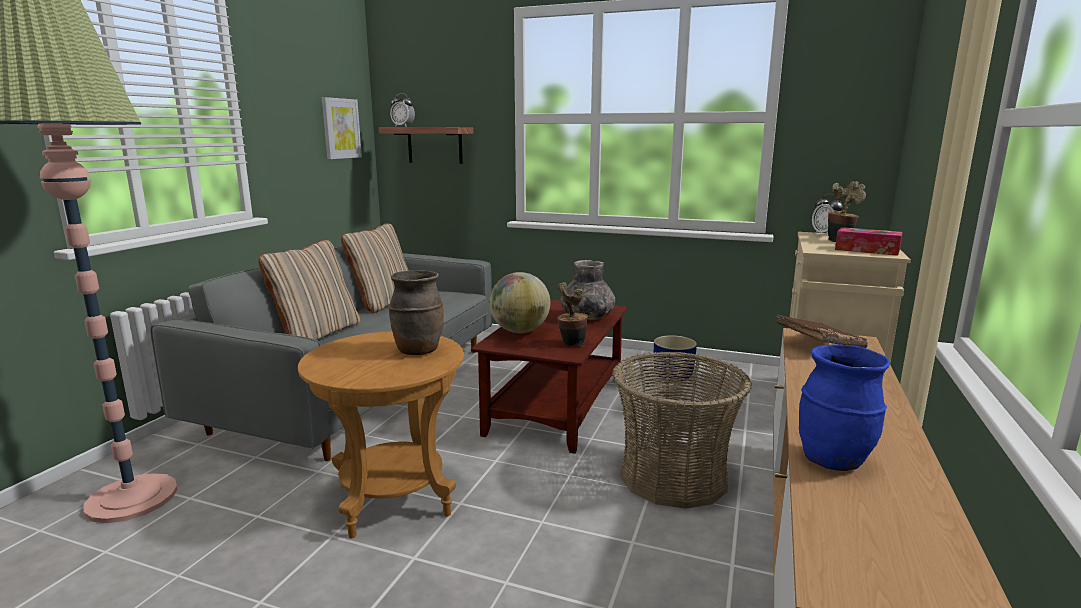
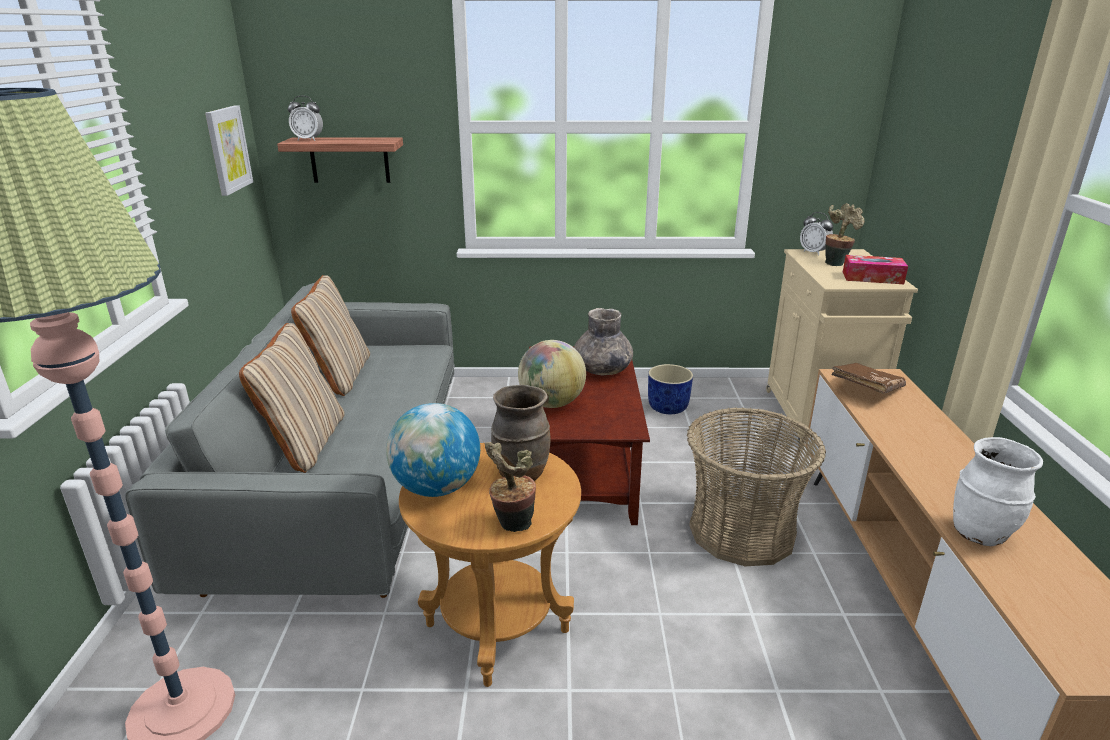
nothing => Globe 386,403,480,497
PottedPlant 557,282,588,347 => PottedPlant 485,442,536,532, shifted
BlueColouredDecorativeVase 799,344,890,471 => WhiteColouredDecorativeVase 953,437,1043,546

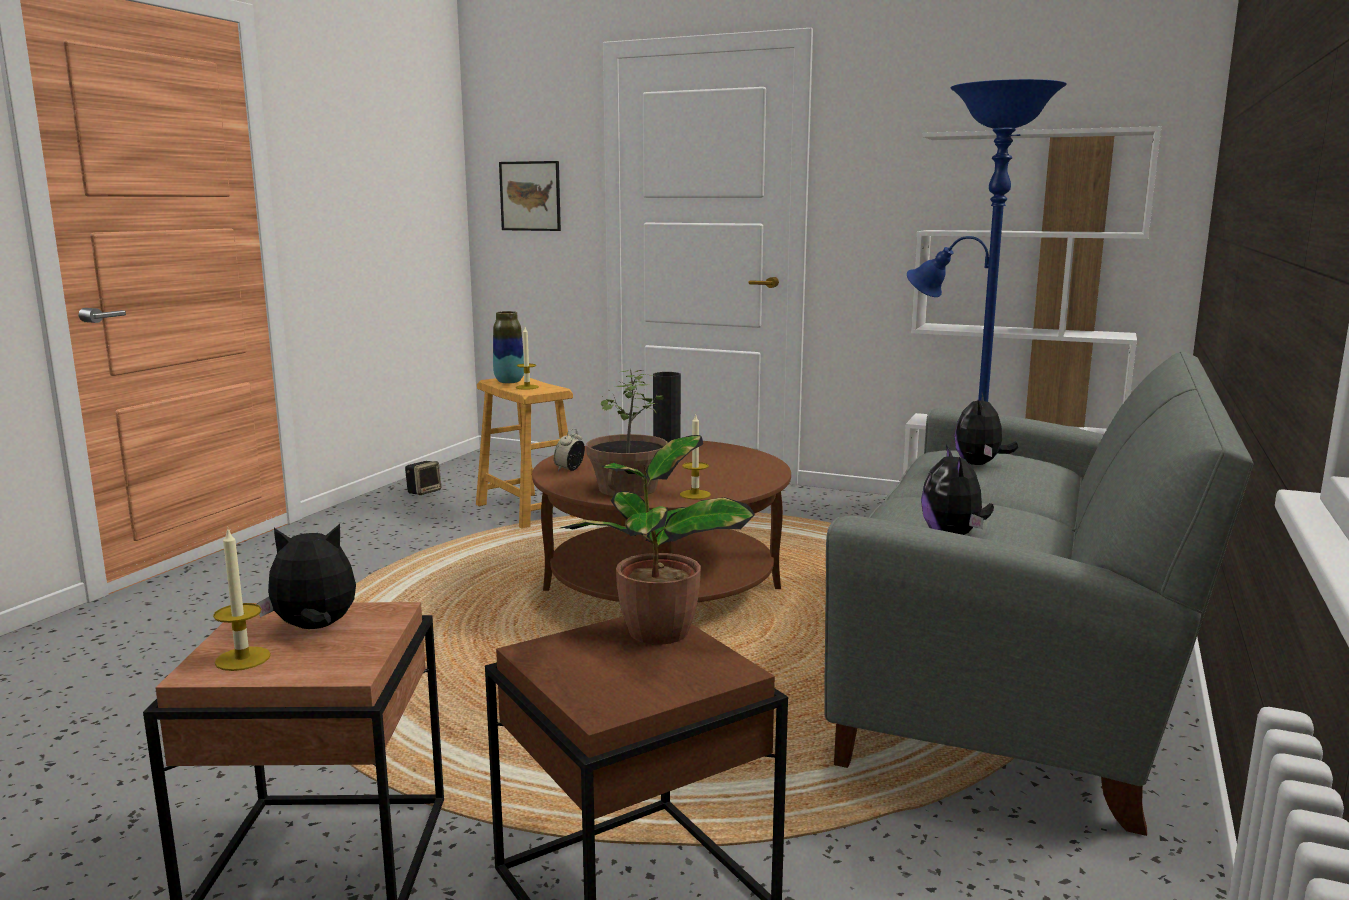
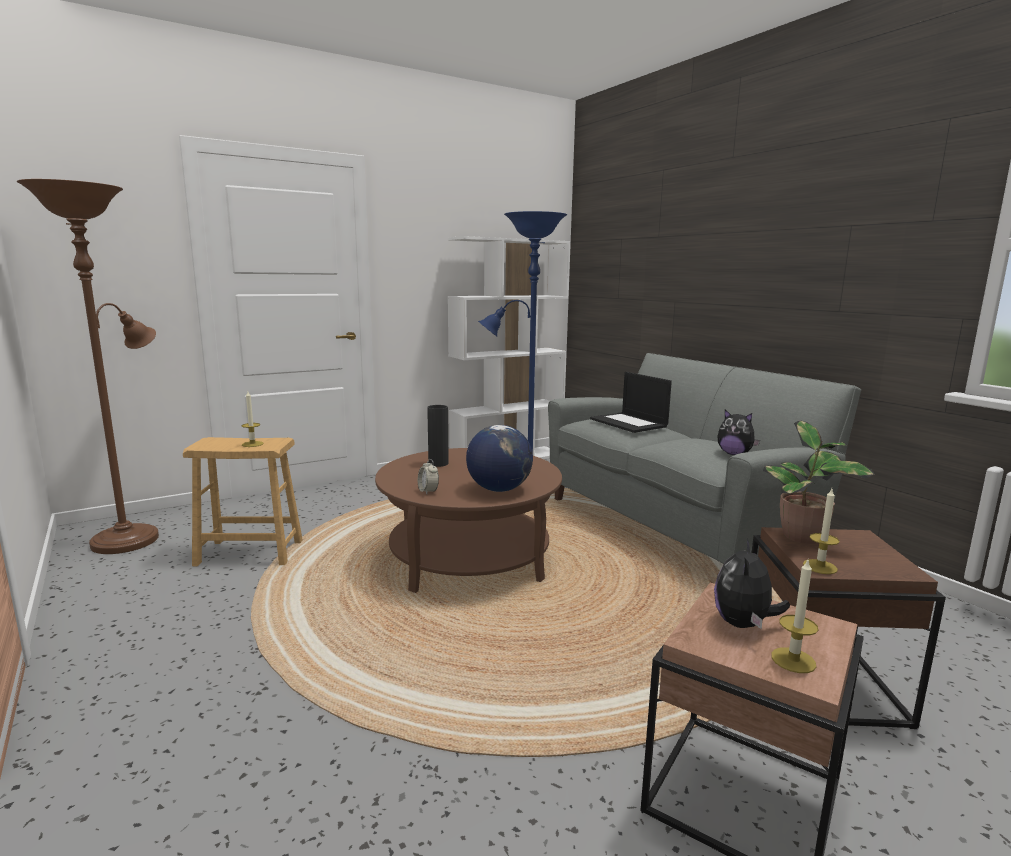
nothing => BrownFloorLamp 17,179,159,554
PottedPlant 587,369,668,496 => Globe 466,425,533,492
PlushToy 955,393,1018,465 => PortableComputer 590,372,672,433
WaxLight 680,415,711,499 => WaxLight 803,489,839,574, shifted
Speaker 405,461,441,495 => nothing
DecorativeVase 493,311,524,383 => nothing
Picture 499,161,561,231 => nothing

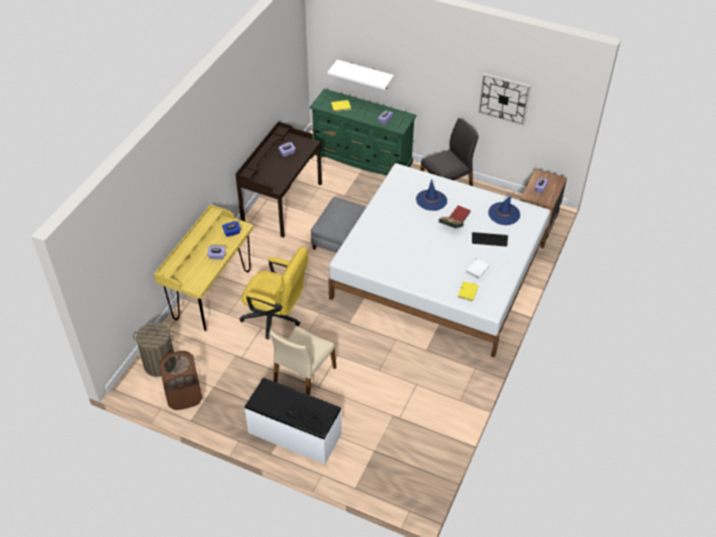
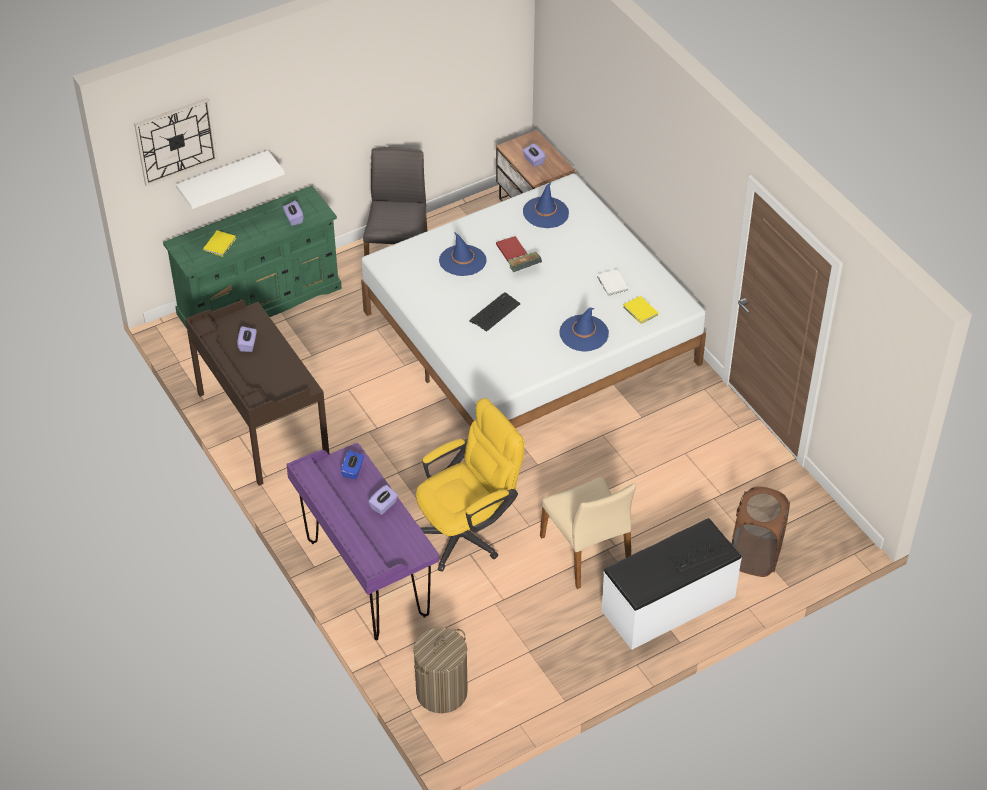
HangingClock 477,73,531,127 => HangingClock 134,98,218,187, shifted
YellowColouredDeskTable 154,204,253,331 => PurpleColouredDeskTable 286,443,439,640
Keyboard 472,232,508,247 => Keyboard 470,292,521,332, shifted
nothing => BlueColouredClothingHat 559,308,609,351
BrownHamper 159,351,202,410 => BrownHamper 732,486,790,577, shifted
GreyishOttoman 311,197,366,253 => nothing

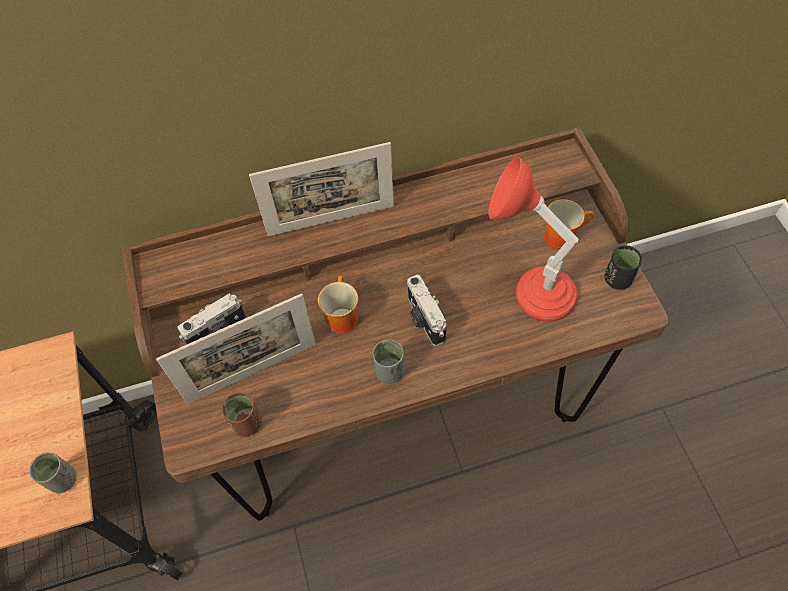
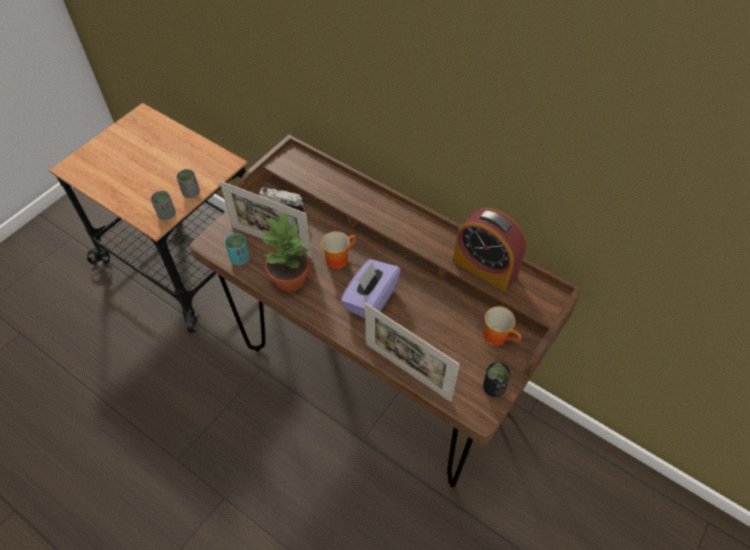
GreyishSmallCup 372,339,405,384 => GreyishSmallCup 176,169,200,198, shifted
BrownSmallCup 222,392,262,437 => TurquoiseColouredSmallCup 225,233,250,266
nothing => PottedPlant 262,211,310,292
StillCamera 407,275,447,346 => PurpleColouredTissueHolder 341,259,401,318
PhotoFrame 249,142,394,236 => PhotoFrame 365,303,460,402, shifted
nothing => TableClock 453,208,526,292
RedLampForATable 488,157,579,322 => nothing

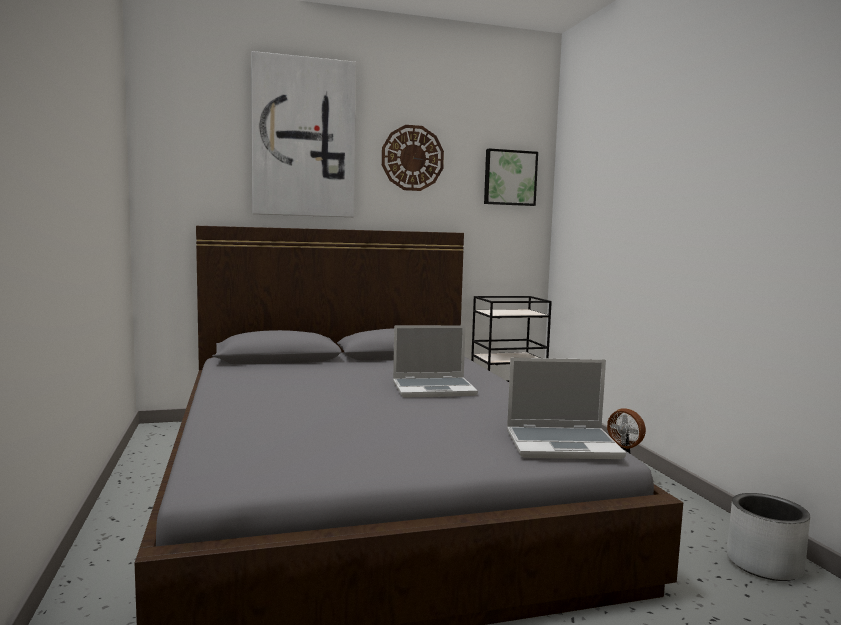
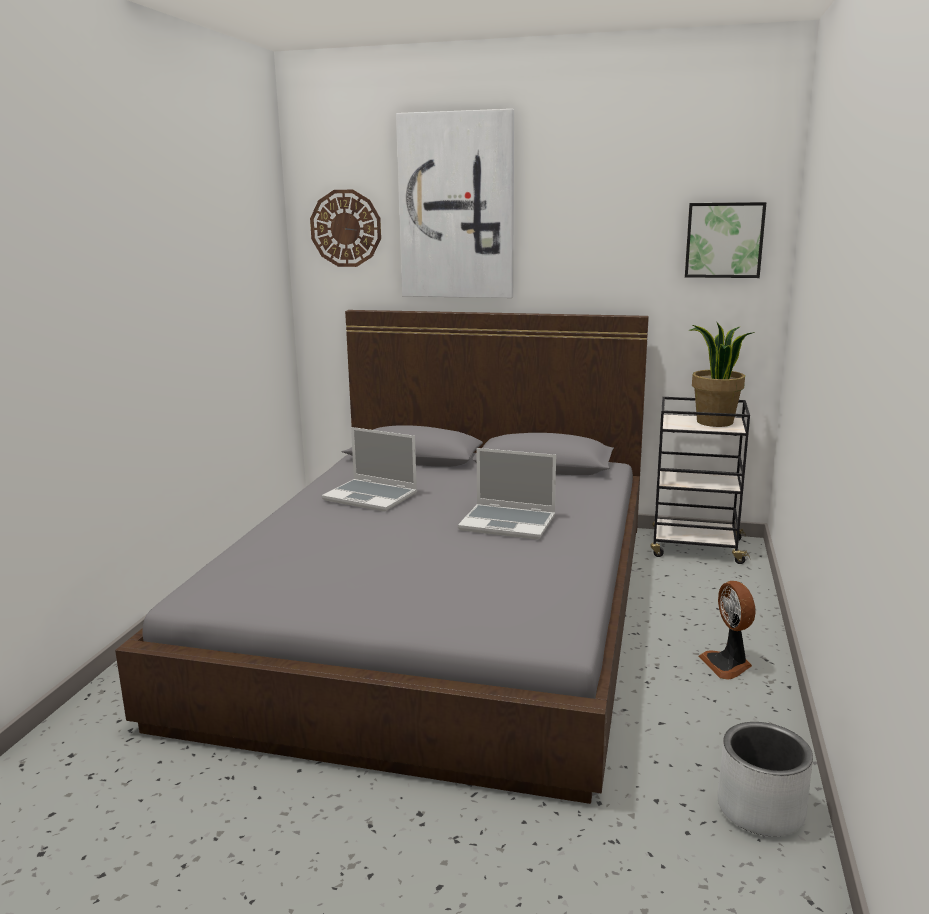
HangingClock 382,125,444,191 => HangingClock 310,190,381,267, shifted
PortableComputer 507,358,626,459 => PortableComputer 322,427,417,512, shifted
nothing => PottedPlant 689,321,755,427

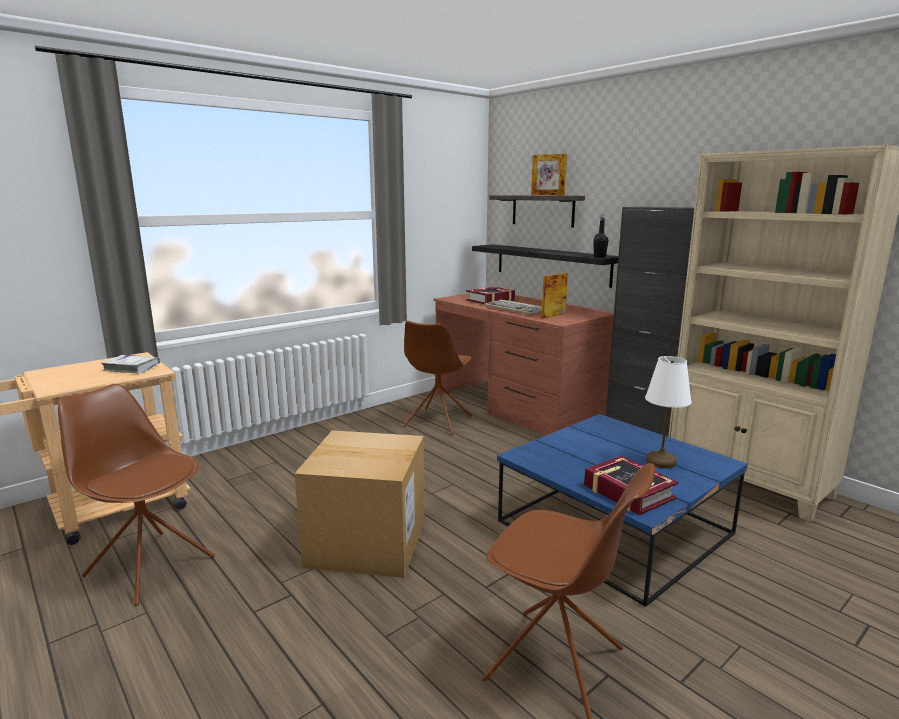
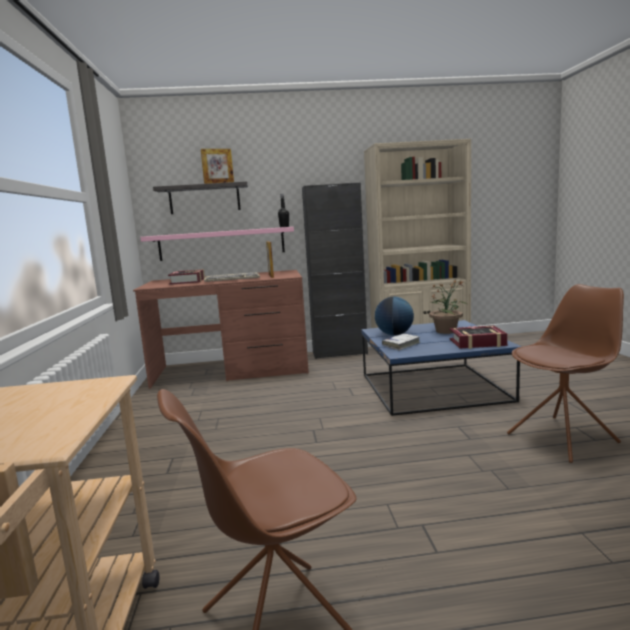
BlackishWallShelf 472,244,618,288 => PinkColouredWallShelf 140,227,294,261
nothing => Globe 375,297,414,335
WhiteColouredVolume 101,355,160,374 => WhiteColouredVolume 382,334,420,350, shifted
WhiteColouredLampForATable 645,356,692,469 => PottedPlant 429,280,468,334
CardboardBox 294,430,425,578 => nothing
BrownUprightChair 403,321,472,435 => nothing

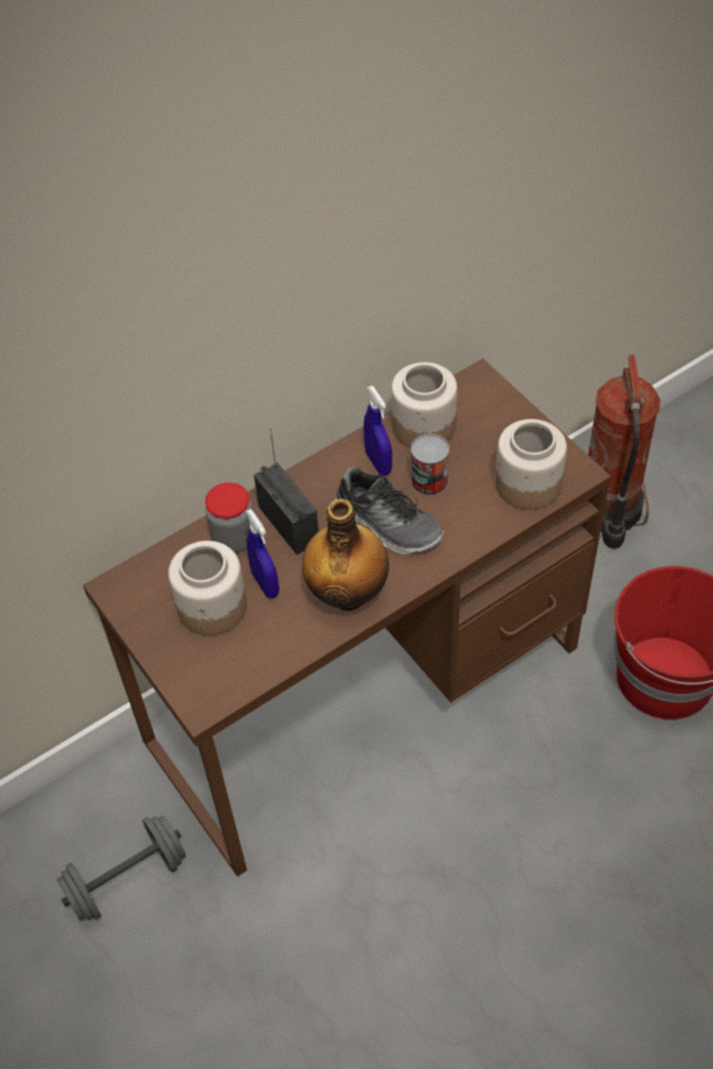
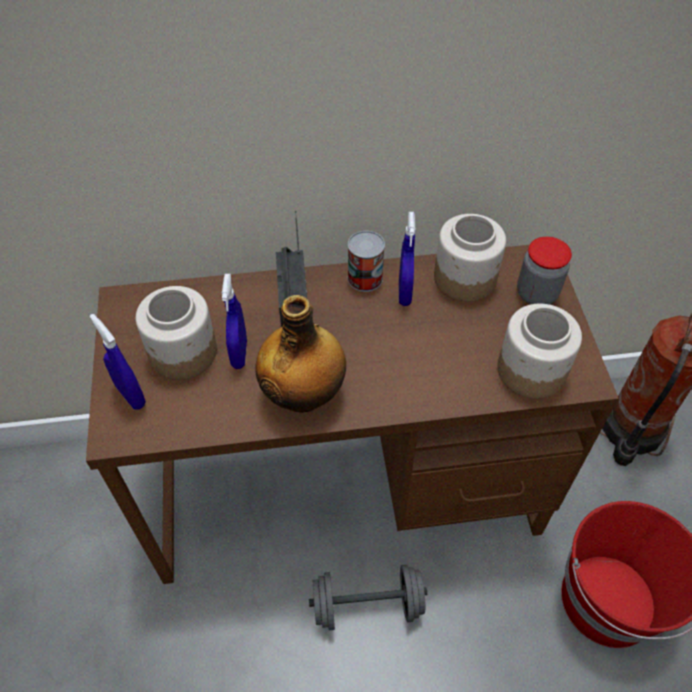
nothing => BlueColouredSprayBottle 90,314,146,409
GreyishHandWeight 57,816,186,921 => GreyishHandWeight 309,565,427,630, shifted
SealedCan 411,434,449,496 => SealedCan 348,231,385,292, shifted
StorageJar 205,483,253,553 => StorageJar 517,236,572,305, shifted
ItemOfFootwear 334,466,444,554 => nothing

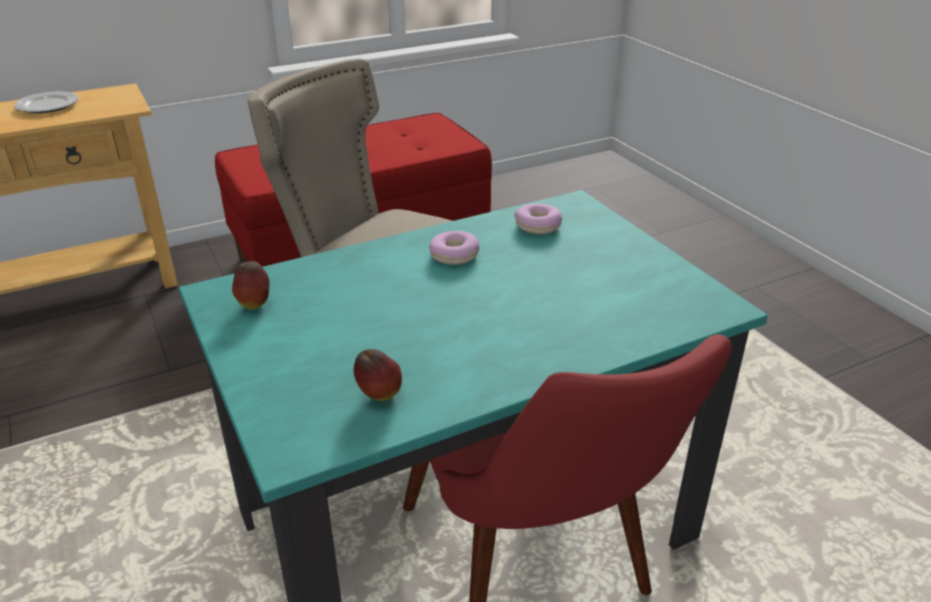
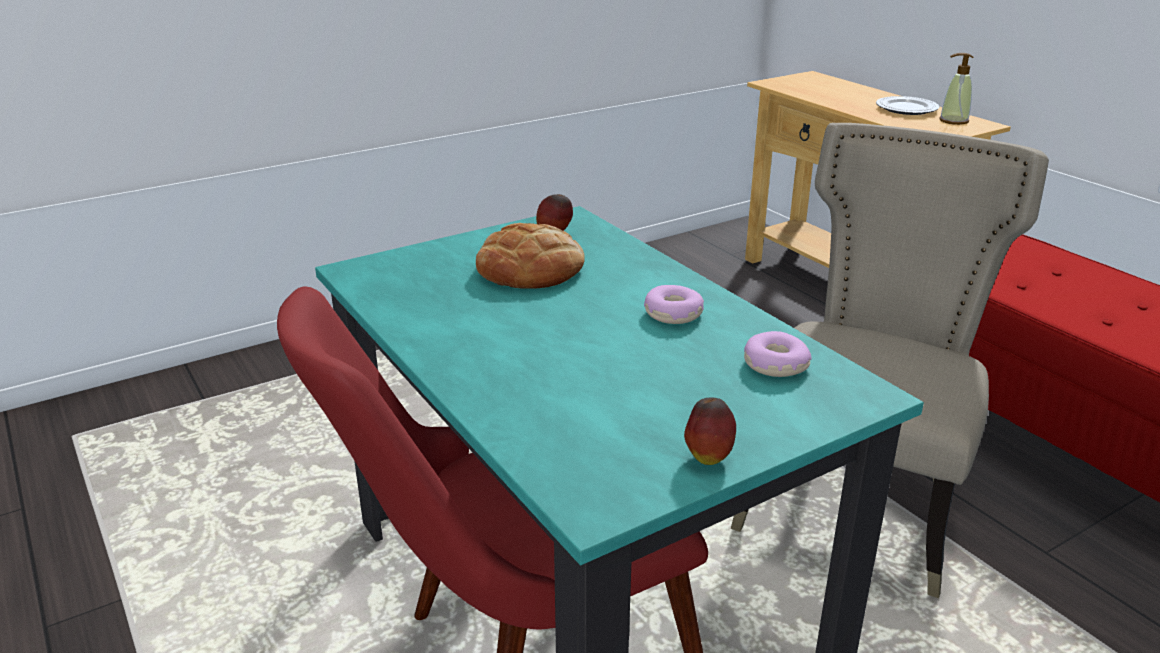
nothing => BakedBread 476,223,585,289
AppleFruit 354,349,402,401 => AppleFruit 684,398,736,465, shifted
nothing => LiquidSoapBottle 939,53,973,125

